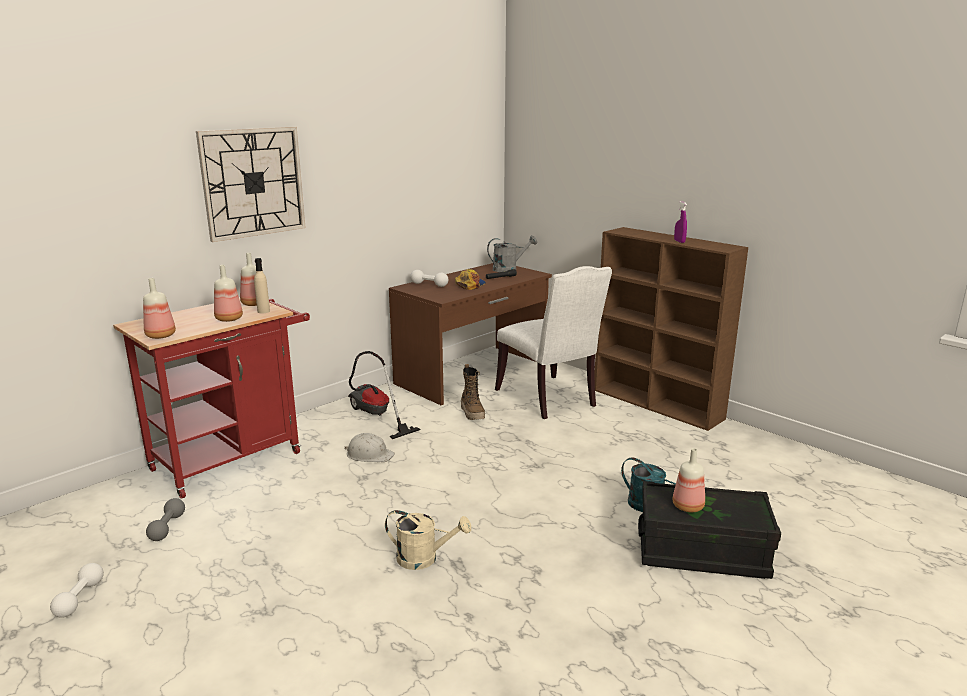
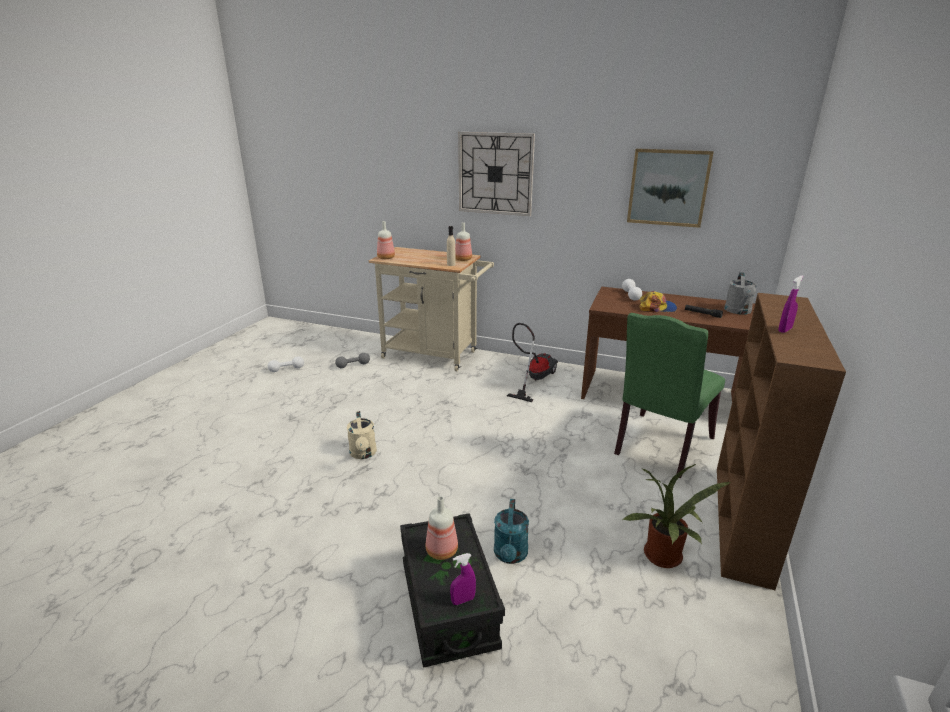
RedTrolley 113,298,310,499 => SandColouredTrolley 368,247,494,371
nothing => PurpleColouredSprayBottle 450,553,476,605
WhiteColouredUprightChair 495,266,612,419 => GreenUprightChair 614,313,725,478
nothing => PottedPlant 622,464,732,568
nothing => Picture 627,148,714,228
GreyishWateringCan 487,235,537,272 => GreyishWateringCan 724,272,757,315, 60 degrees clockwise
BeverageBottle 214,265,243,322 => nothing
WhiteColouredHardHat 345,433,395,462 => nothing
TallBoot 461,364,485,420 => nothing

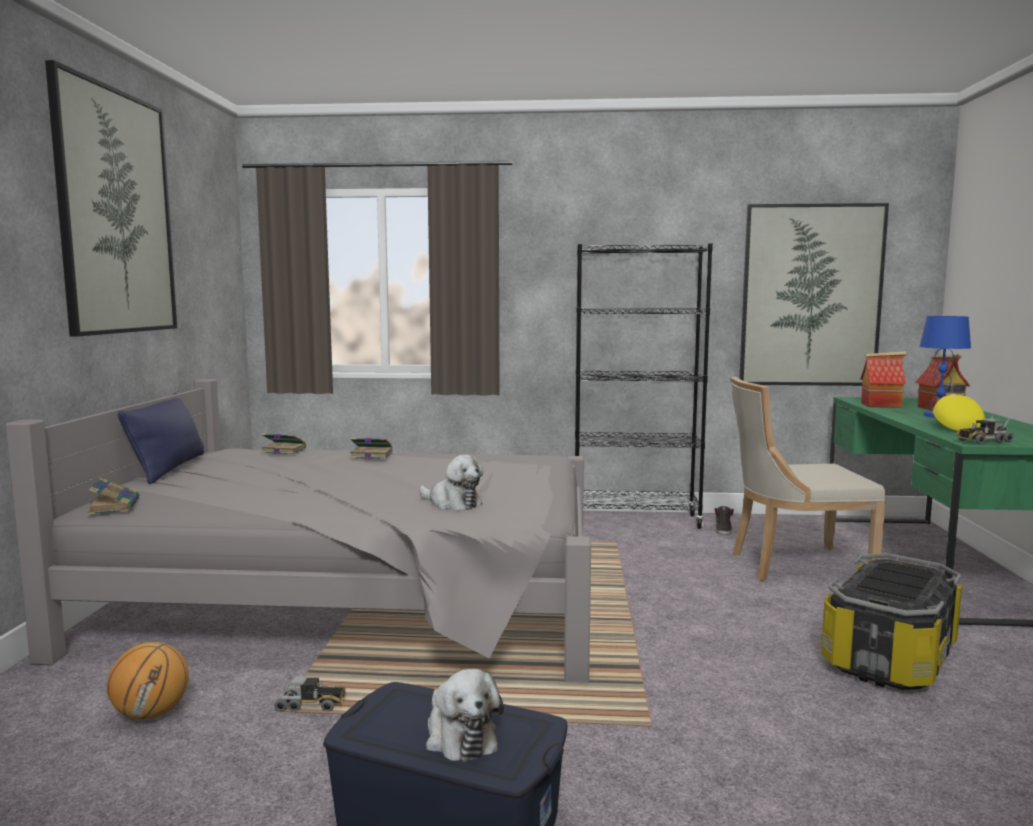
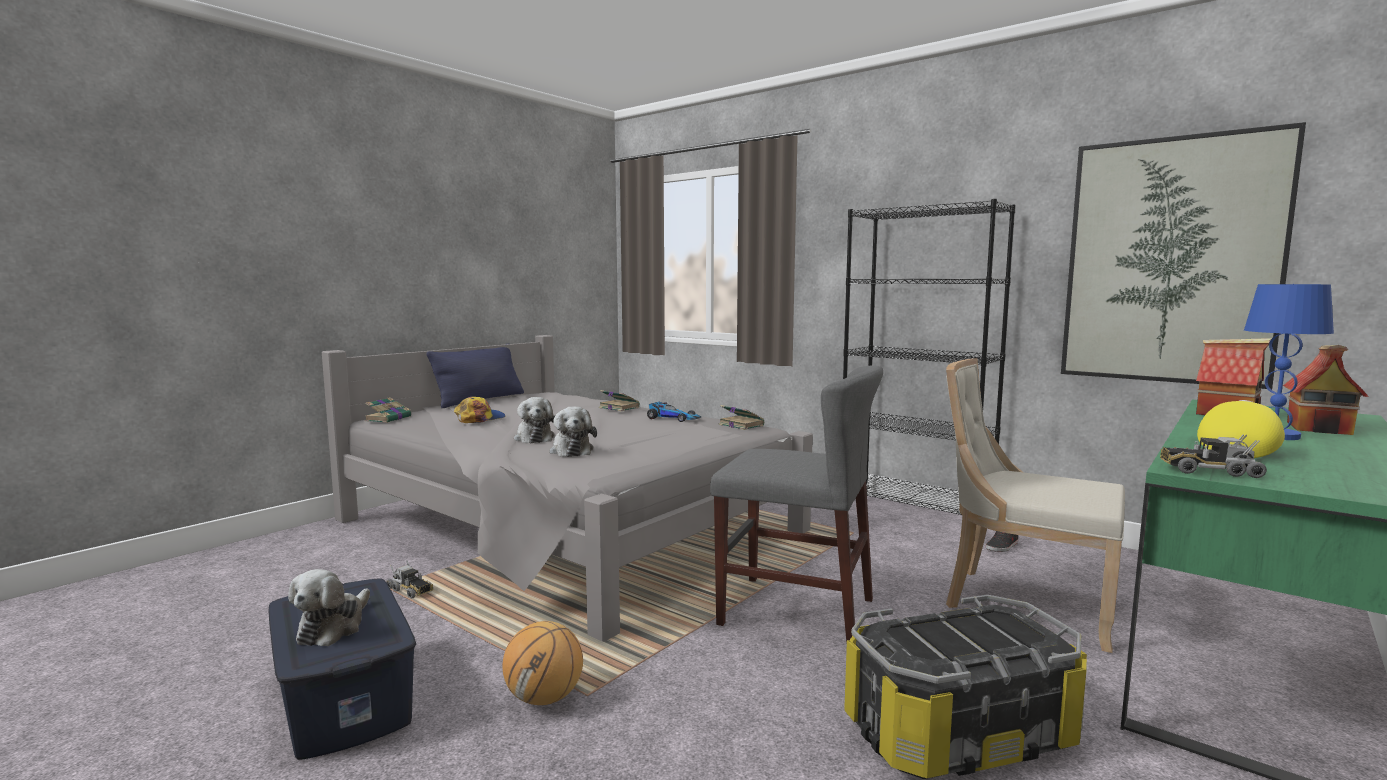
nothing => Cap 454,397,505,423
Basketball 107,642,189,720 => Basketball 502,621,583,705, shifted
nothing => PlushToy 514,397,555,443
nothing => ToyCar 647,402,701,422
nothing => GreyishUprightChair 710,365,883,643
Volume 261,434,306,455 => Volume 719,405,764,430, shifted
Picture 45,60,177,337 => nothing

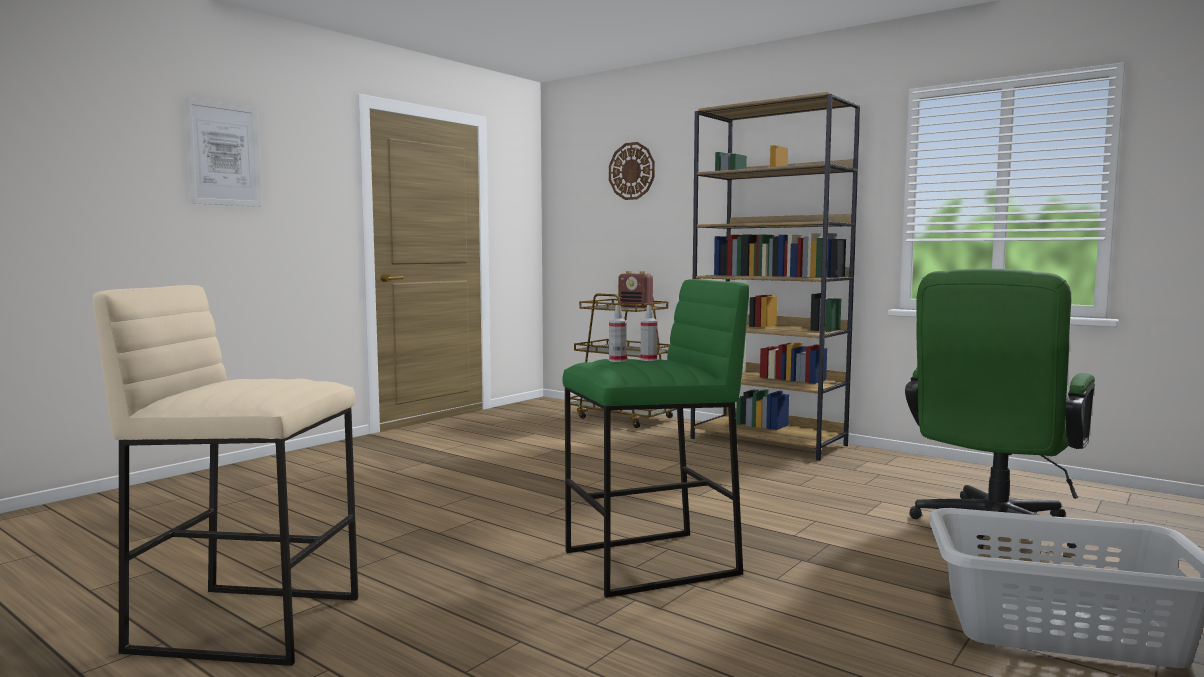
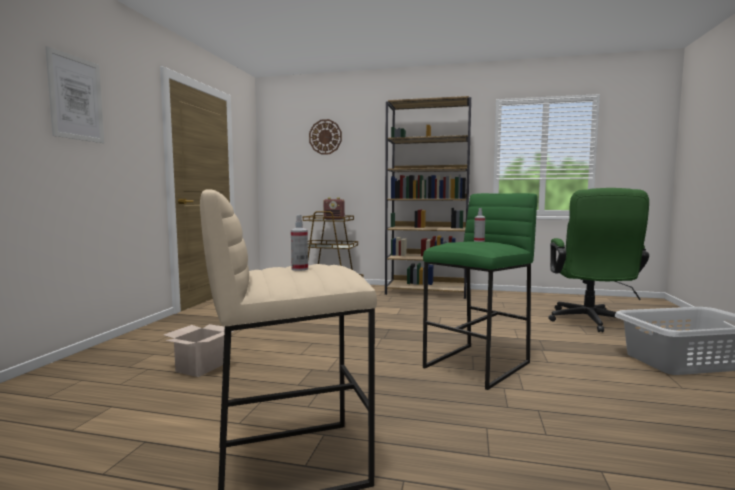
nothing => CardboardBox 164,324,234,377
SprayBottle 609,305,627,362 => SprayBottle 291,215,308,271, shifted

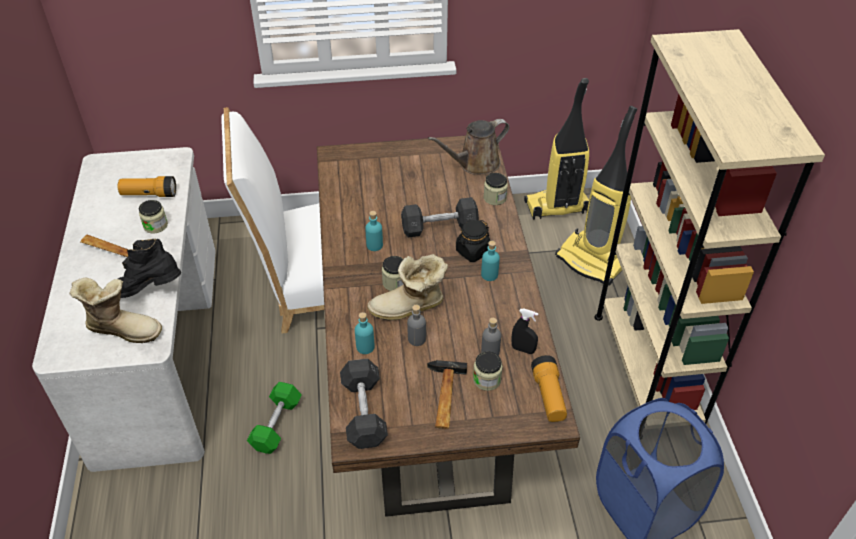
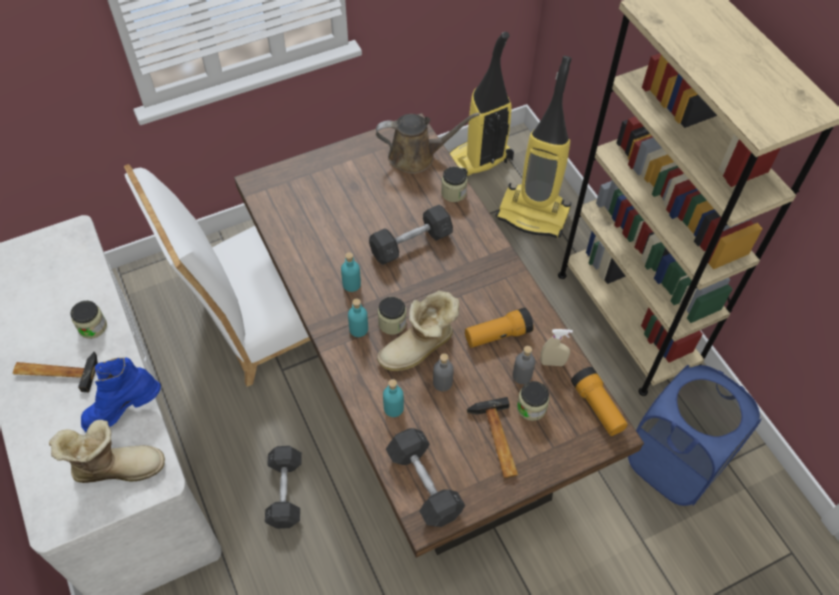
BlackishTallBoot 118,238,181,298 => BlueColouredTallBoot 81,357,161,432
GreenHandWeight 247,382,302,454 => GreyishHandWeight 265,446,302,529
TurquoiseColouredBeverageBottle 481,241,500,281 => TurquoiseColouredBeverageBottle 348,298,368,337, shifted
BrownWateringCan 428,119,509,174 => BrownWateringCan 376,113,480,174, 135 degrees counterclockwise
Flashlight 118,176,176,197 => Flashlight 465,308,534,348, shifted
BlackishSprayBottle 511,309,538,354 => SandColouredSprayBottle 540,329,573,366
BlackishStorageJar 456,220,490,262 => nothing

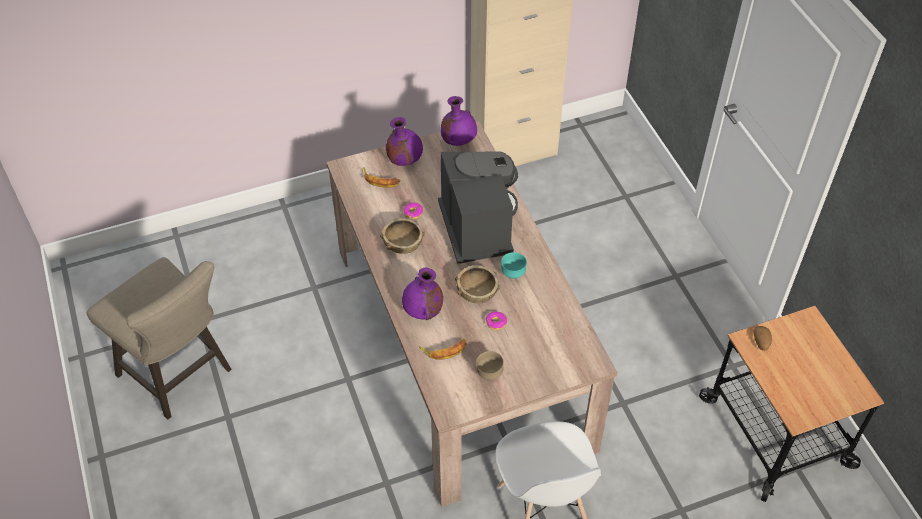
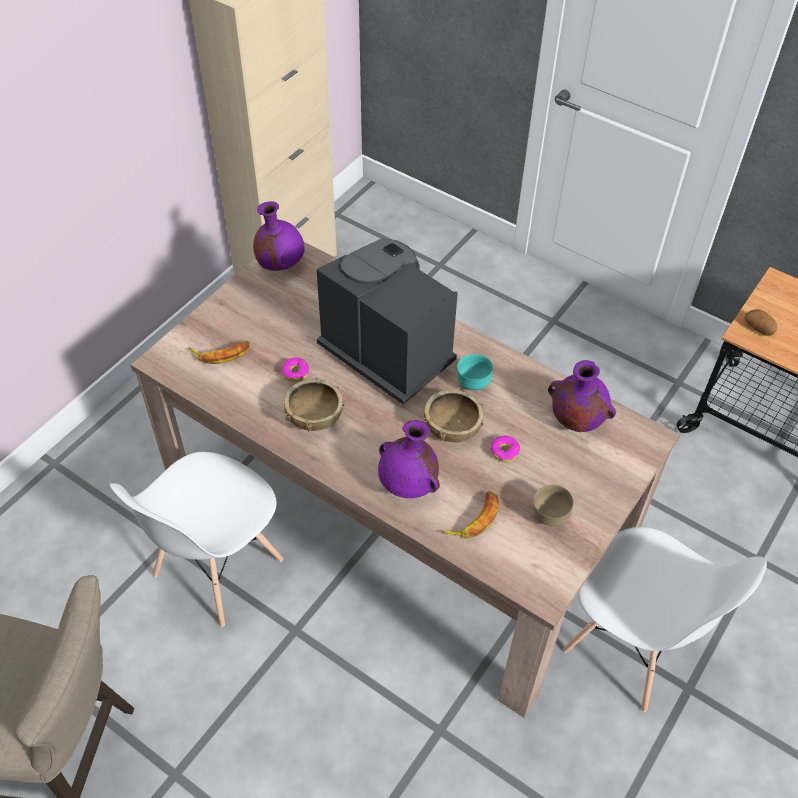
nothing => WhiteColouredUprightChair 110,452,283,627
PurpleColouredDecorativeVase 386,117,423,166 => PurpleColouredDecorativeVase 548,360,616,432, shifted

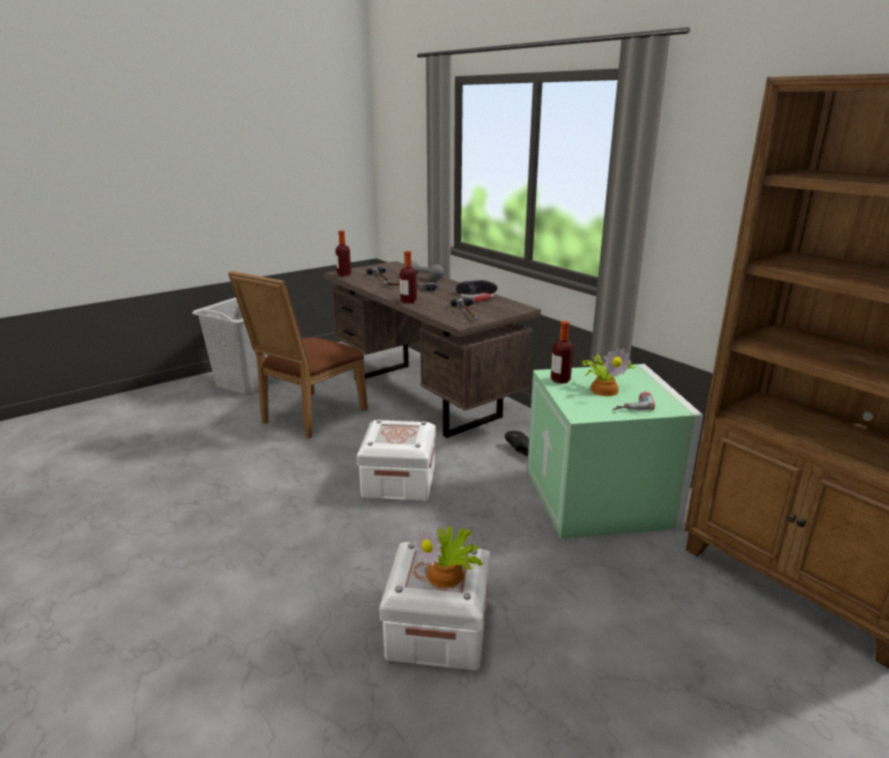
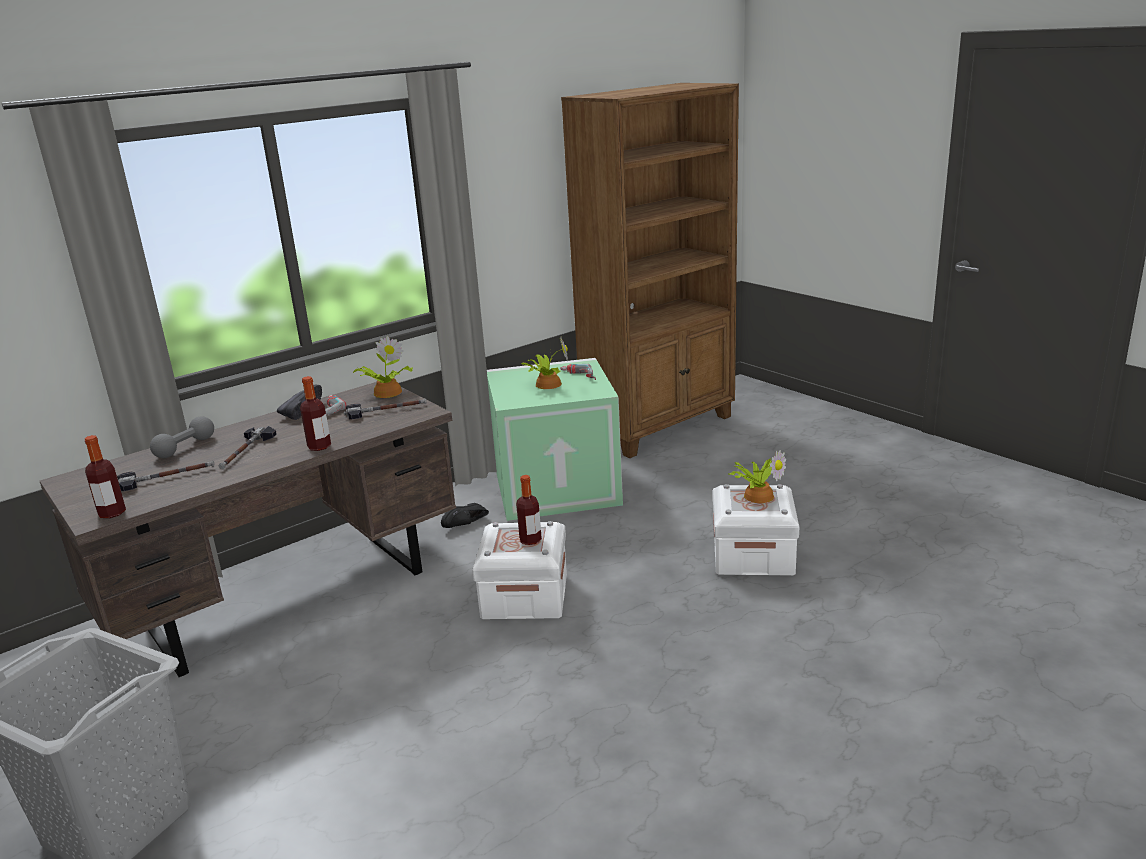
nothing => PottedPlant 353,336,413,398
BeverageBottle 551,321,573,384 => BeverageBottle 516,475,542,545, shifted
BrownUprightChair 228,271,368,439 => nothing

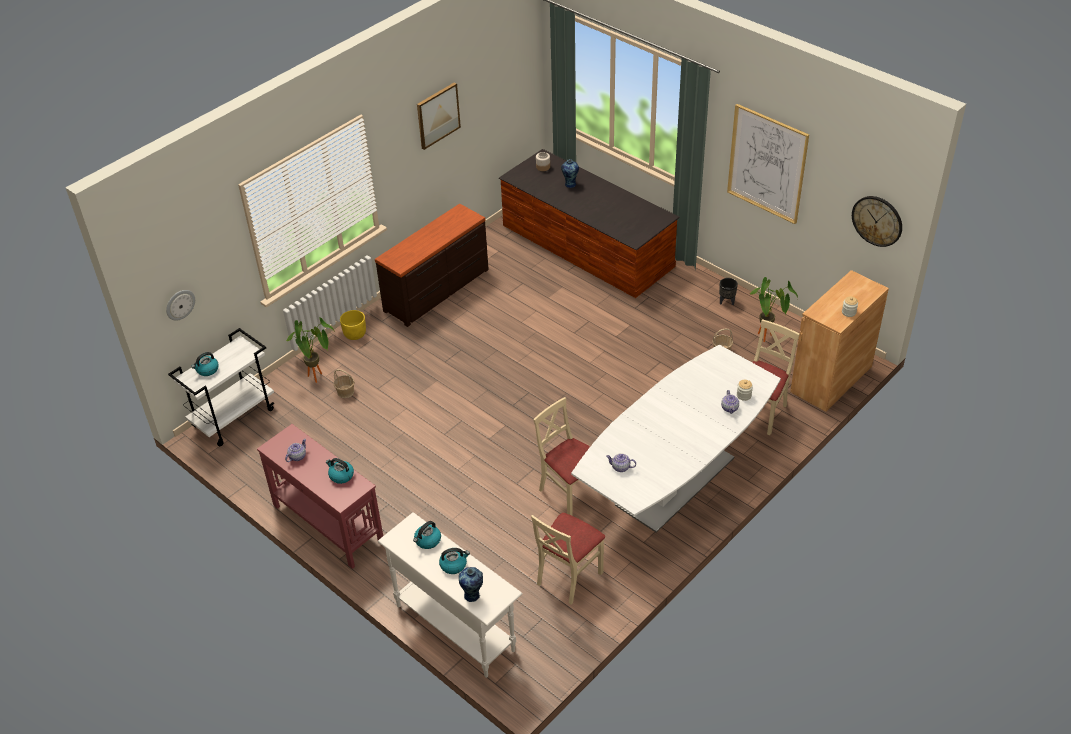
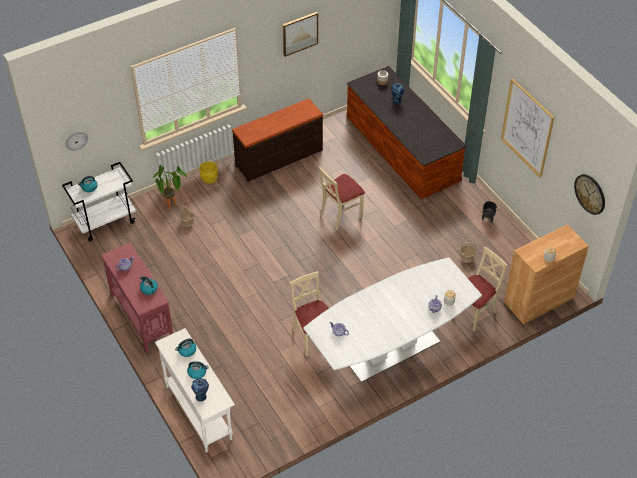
SandColouredUprightChair 531,513,605,605 => SandColouredUprightChair 319,166,365,230, shifted
PottedPlant 750,277,798,342 => nothing

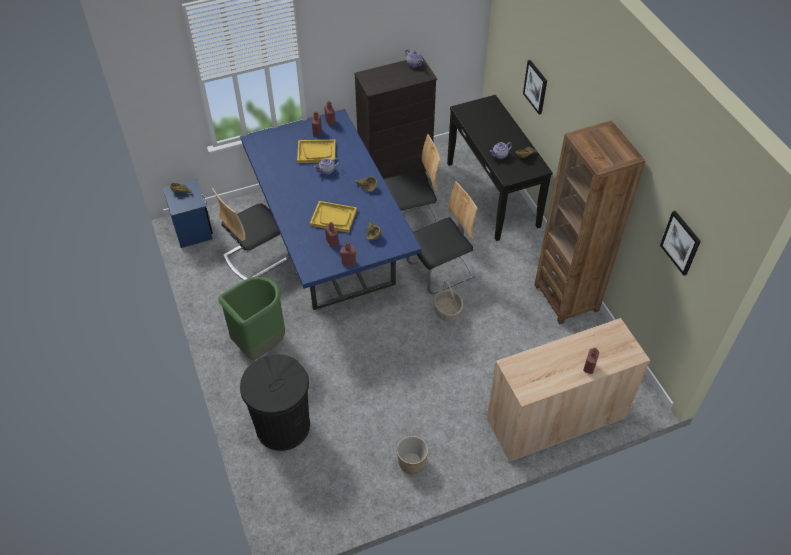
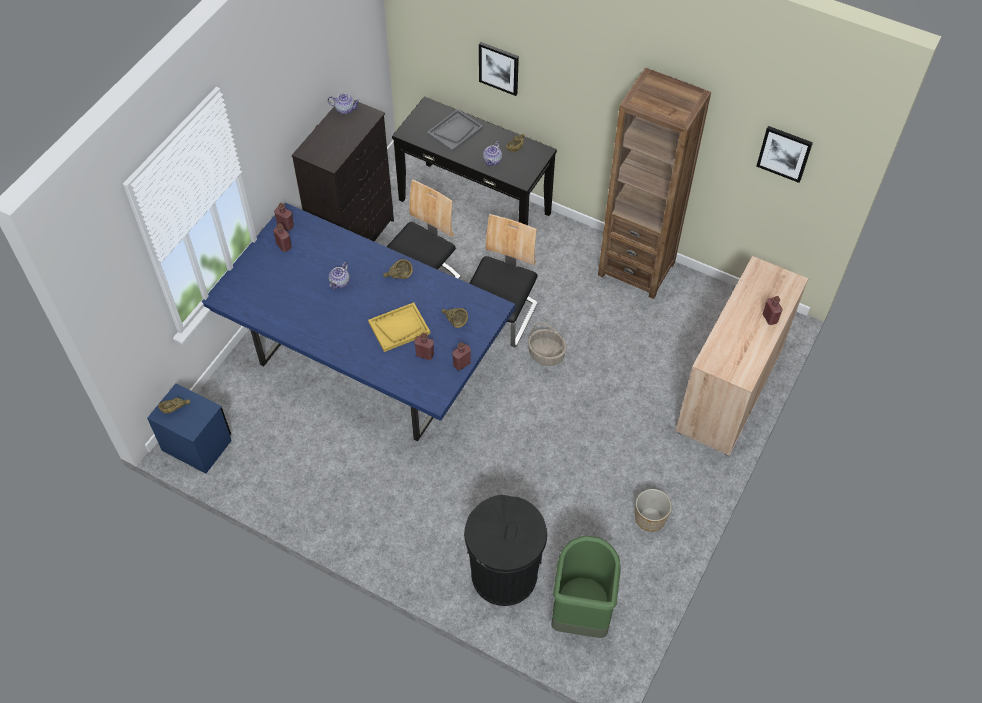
nothing => GreyishCarryingTray 427,109,483,153
GreenTrashCan 218,276,285,360 => GreenTrashCan 551,535,620,638, shifted
UprightChair 212,188,290,280 => nothing
YellowColouredCarryingTray 297,140,336,163 => nothing

